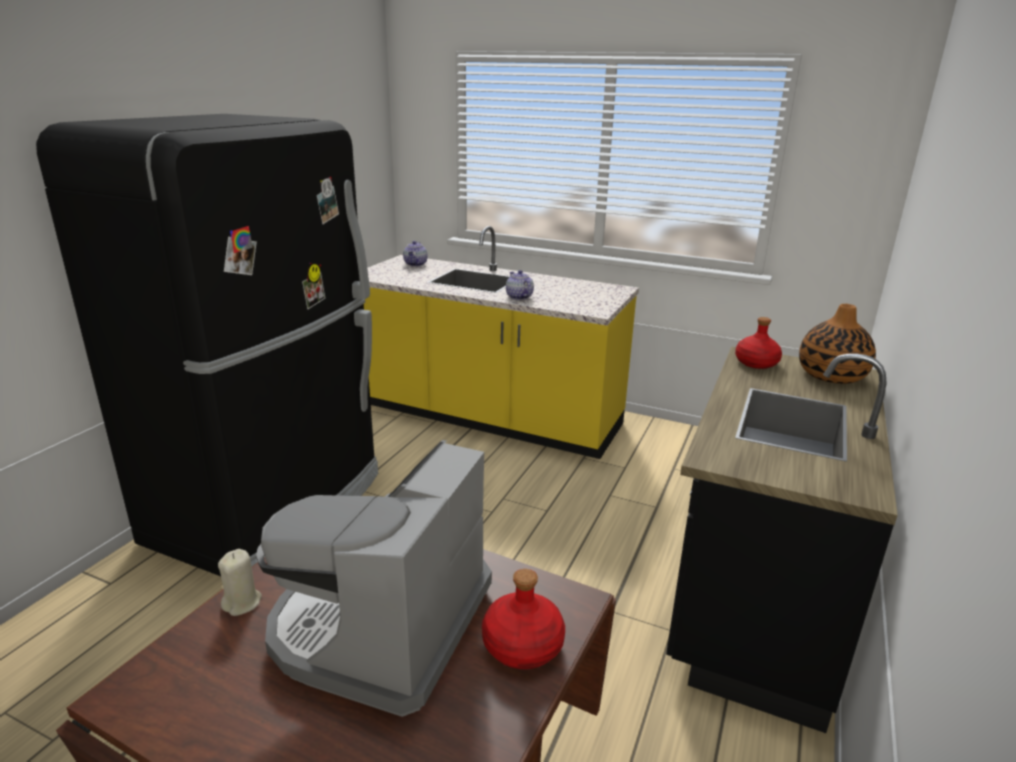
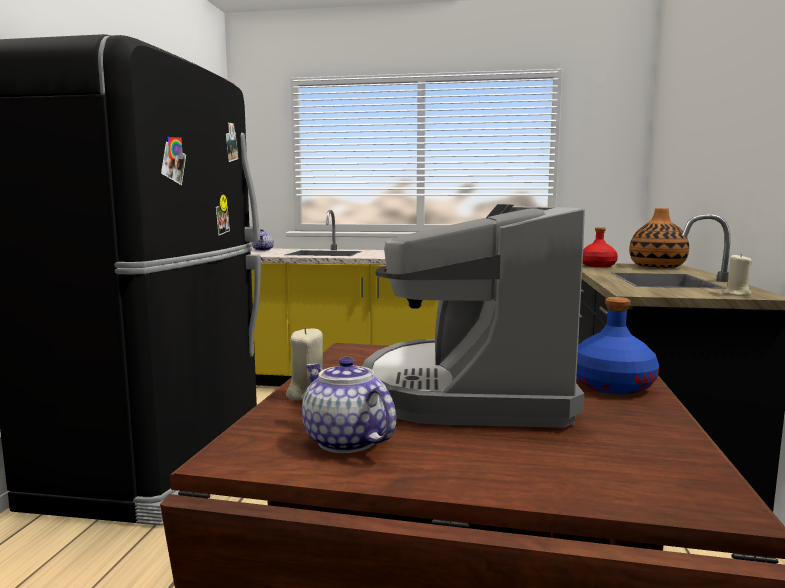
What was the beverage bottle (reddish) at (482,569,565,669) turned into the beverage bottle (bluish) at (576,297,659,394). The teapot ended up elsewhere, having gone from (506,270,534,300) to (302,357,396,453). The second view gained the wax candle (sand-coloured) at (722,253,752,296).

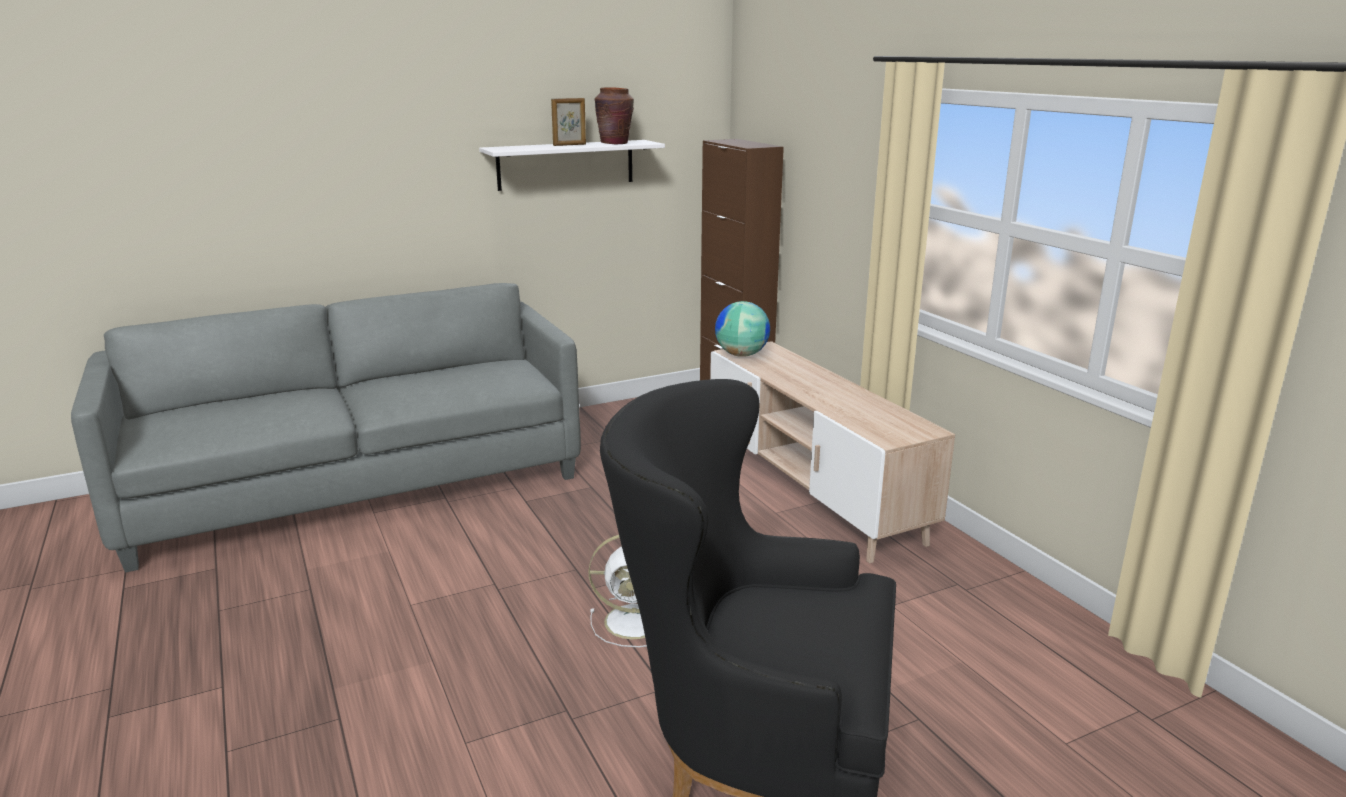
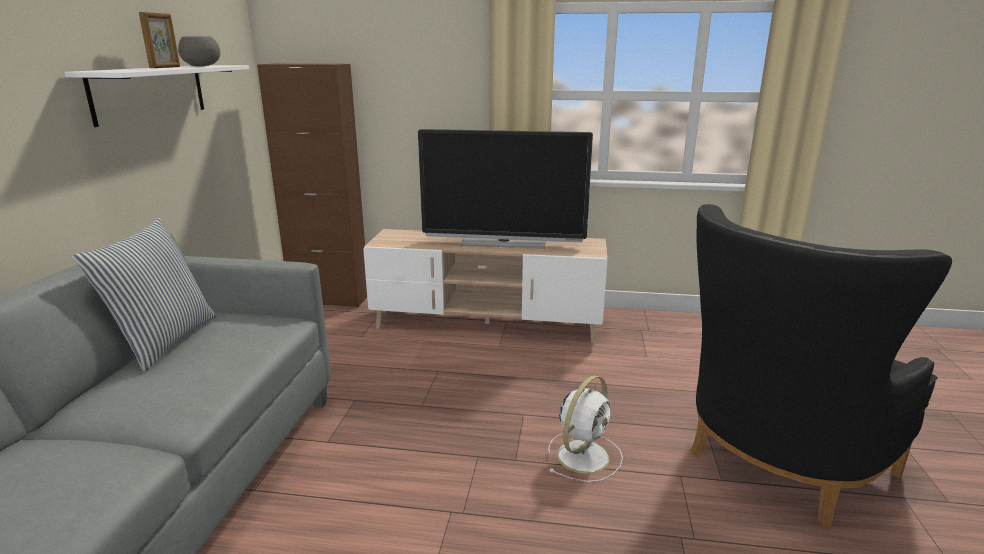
Where the decorative vase (brownish) stood at (595,88,634,144), the serving bowl (grey) came to stand at (178,36,220,66). The second view lost the desk globe at (715,301,770,357). The second view gained the throw pillow at (72,217,217,372). The second view gained the television at (418,129,593,249).

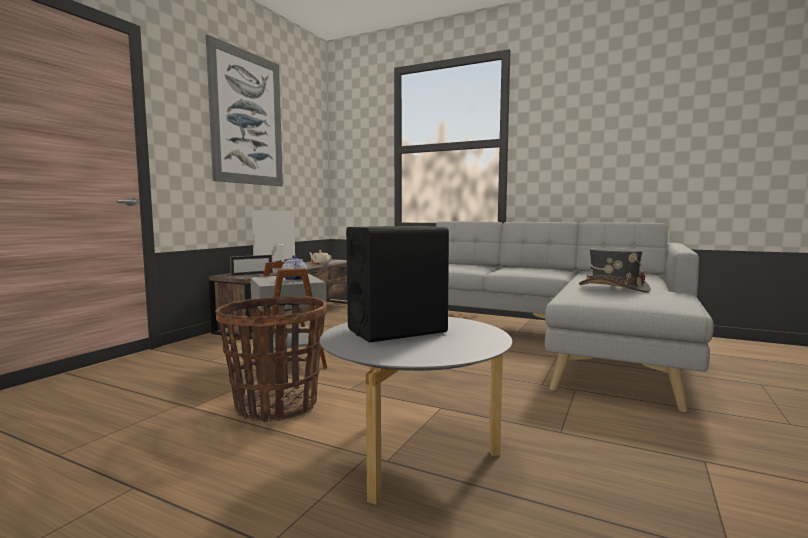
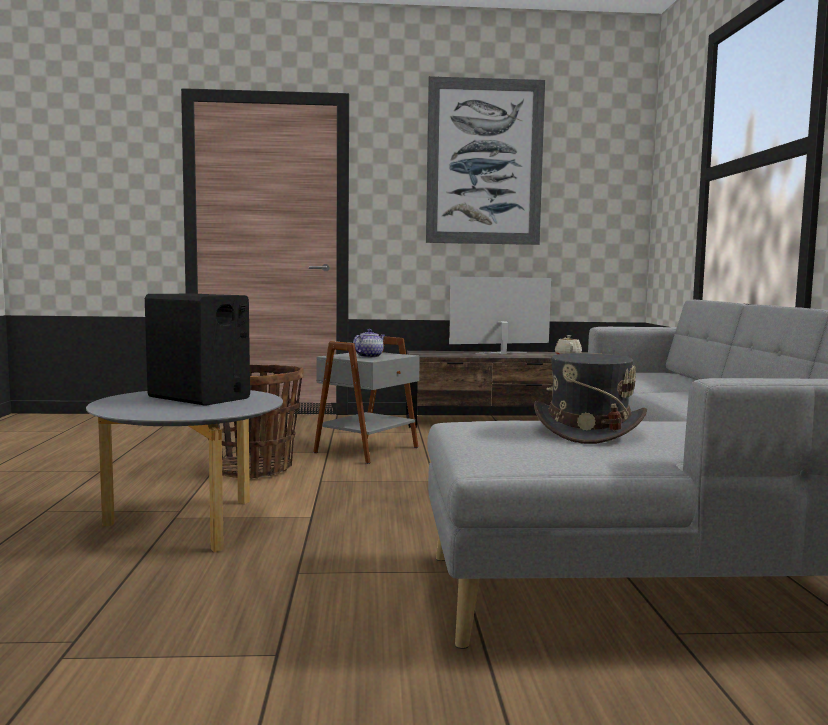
The second view lost the standing frame at (230,255,273,276).

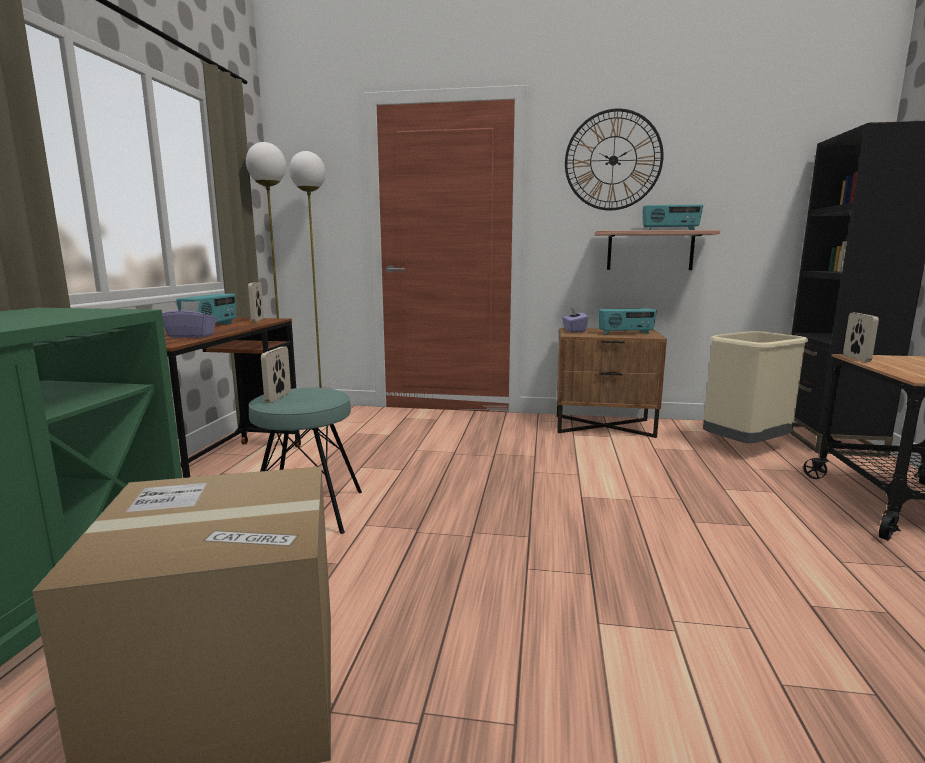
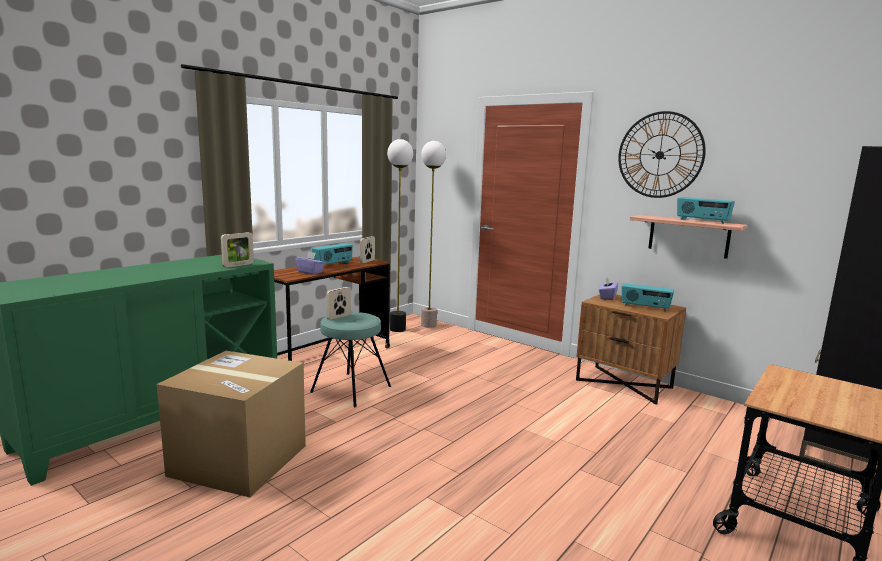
The second view lost the waste bin (sand-coloured) at (703,331,808,443). The standing frame ended up elsewhere, having gone from (843,313,879,362) to (221,232,254,268).

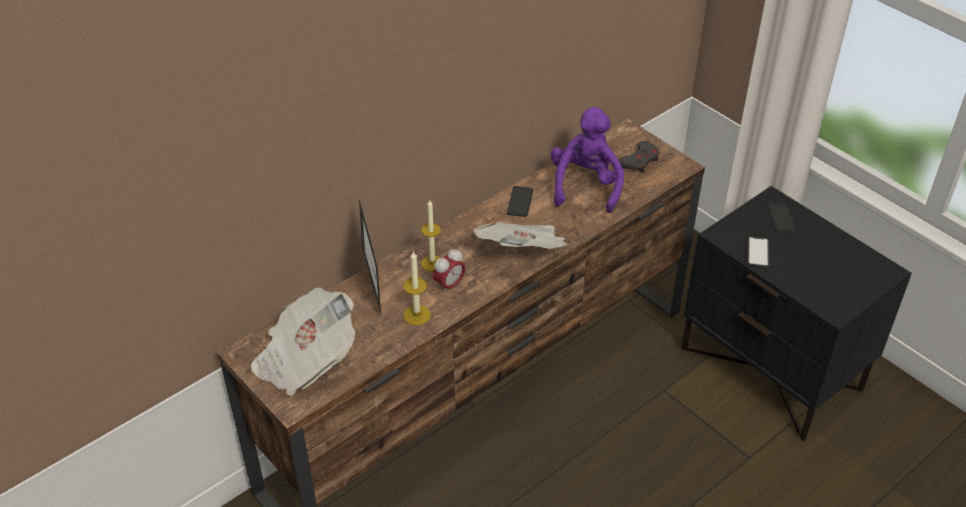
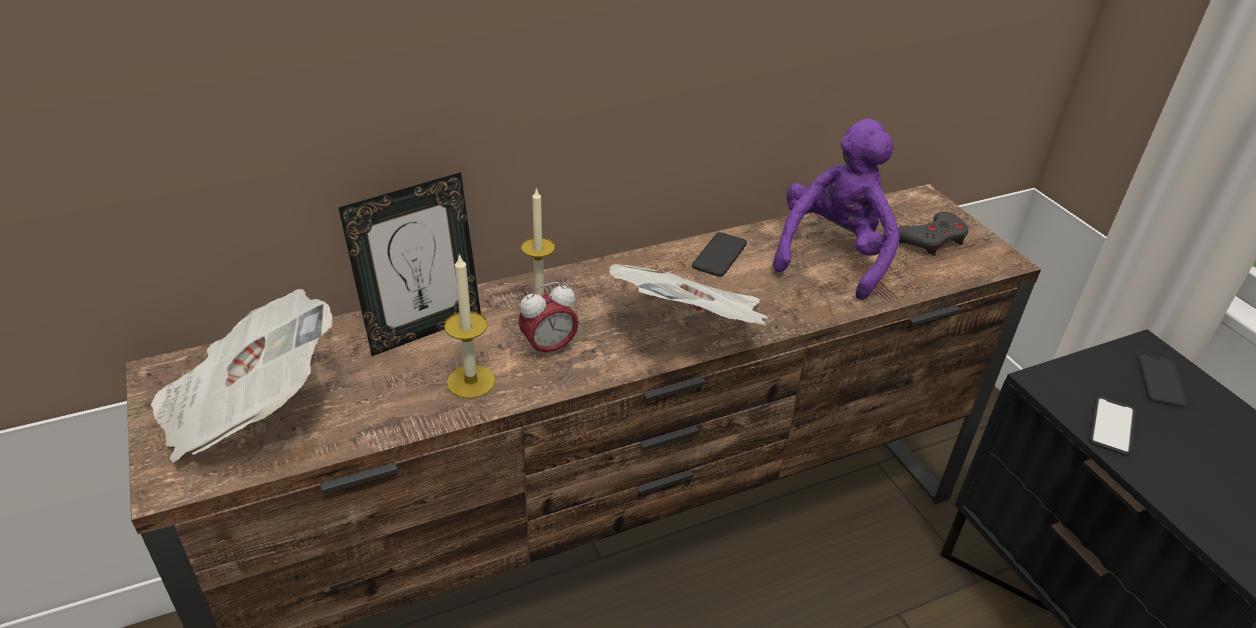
The standing frame at (359,200,381,315) ended up facing another way, 45 degrees clockwise from before.

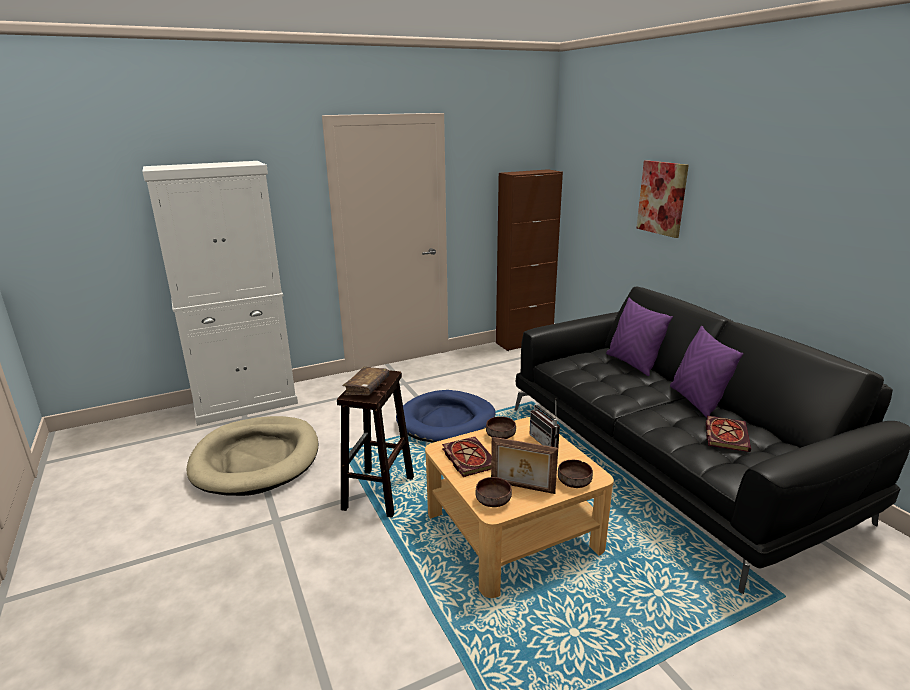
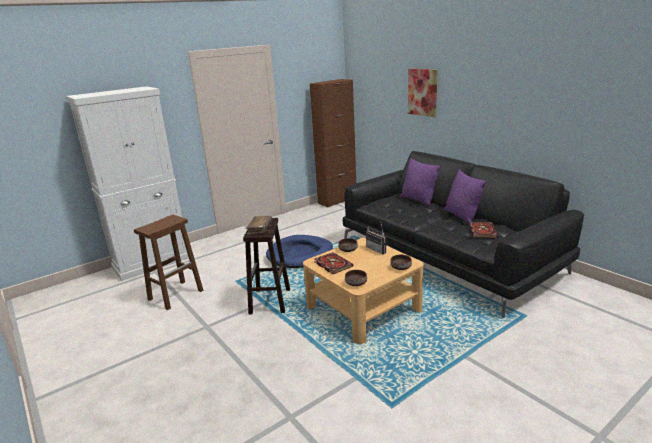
Where the dog cushion (sand-coloured) stood at (187,416,319,496), the sitting stool (brownish) came to stand at (134,215,203,310). The second view lost the standing frame at (491,437,558,494).

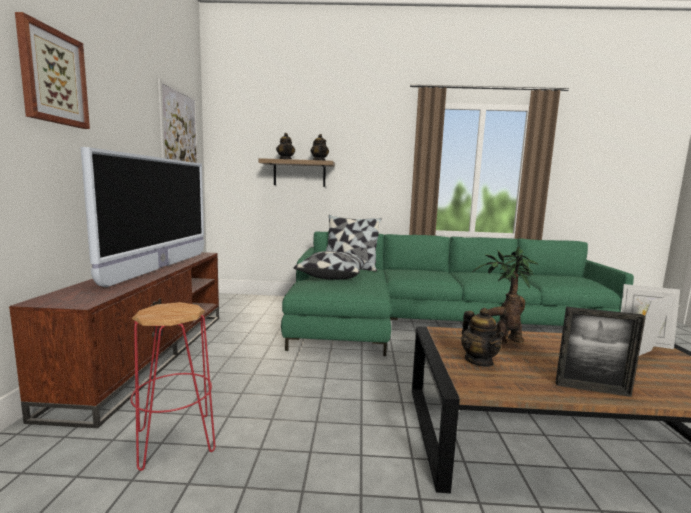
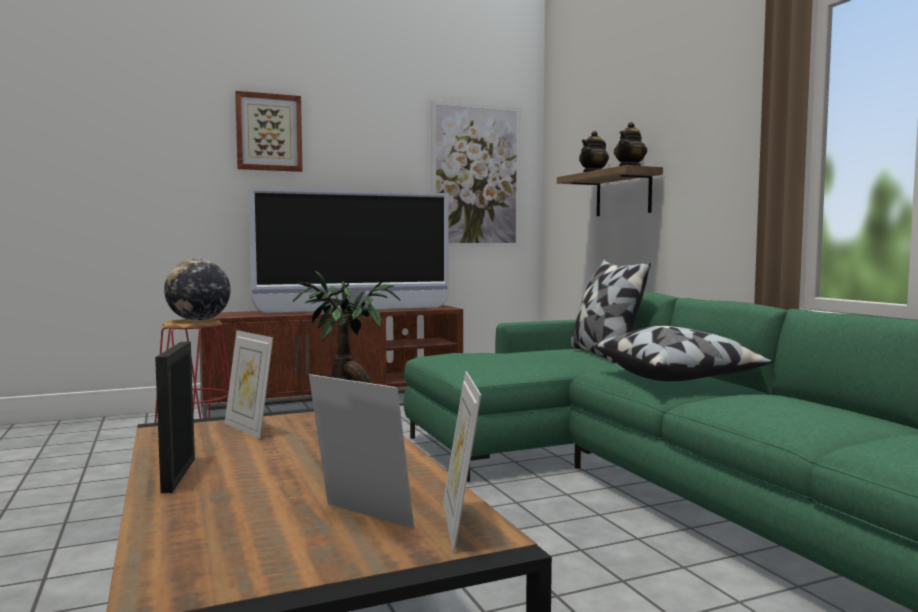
The throw pillow ended up elsewhere, having gone from (294,251,368,280) to (595,326,774,381). Where the teapot stood at (461,308,505,367), the standing frame came to stand at (225,330,273,439). The second view gained the desk globe at (164,259,230,321).

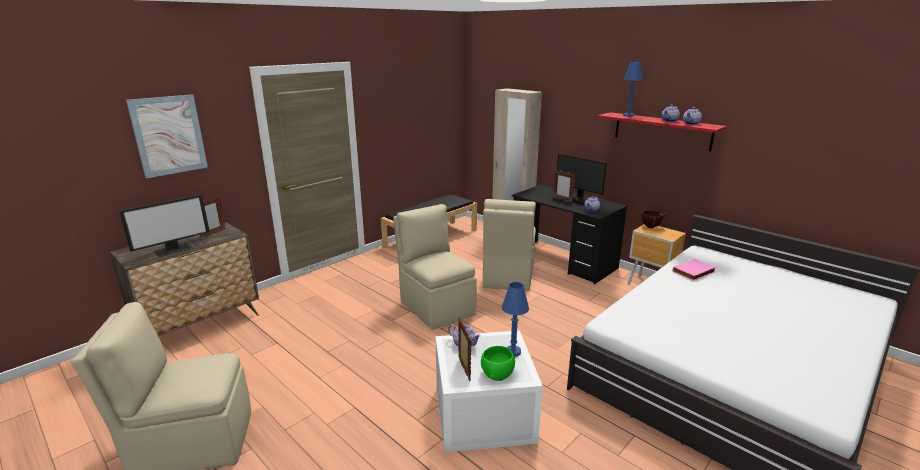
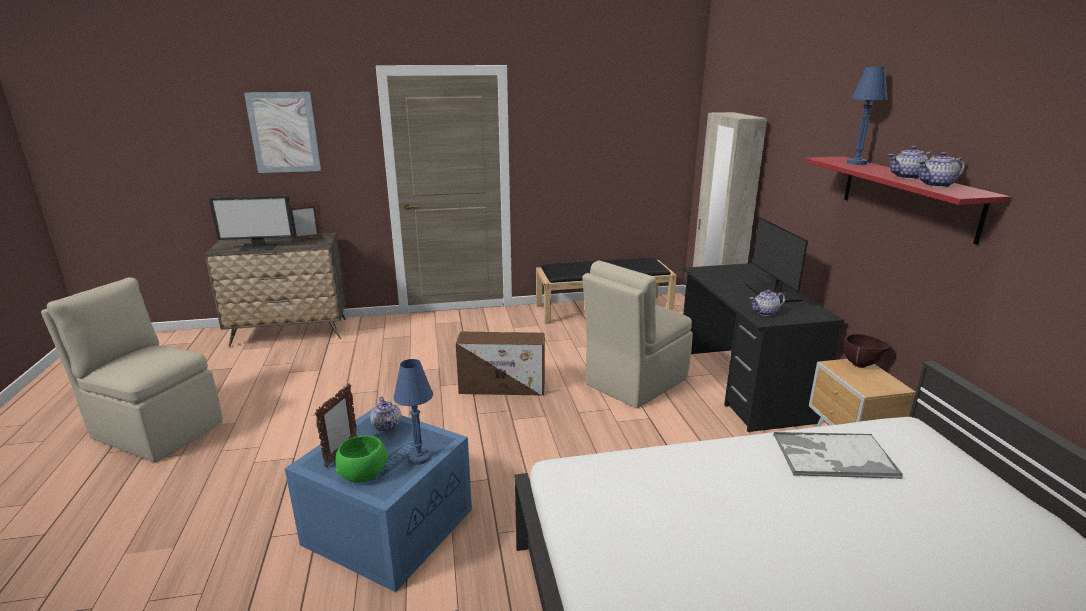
Where the chair (sand-coloured) stood at (393,204,477,330), the storage box (brownish) came to stand at (456,332,545,395). What was the storage box (white) at (435,330,543,453) turned into the storage box (bluish) at (285,409,472,592). The second view lost the standing frame at (553,170,575,203). Where the volume (pink) stood at (672,259,716,281), the carrying tray came to stand at (773,432,903,479).

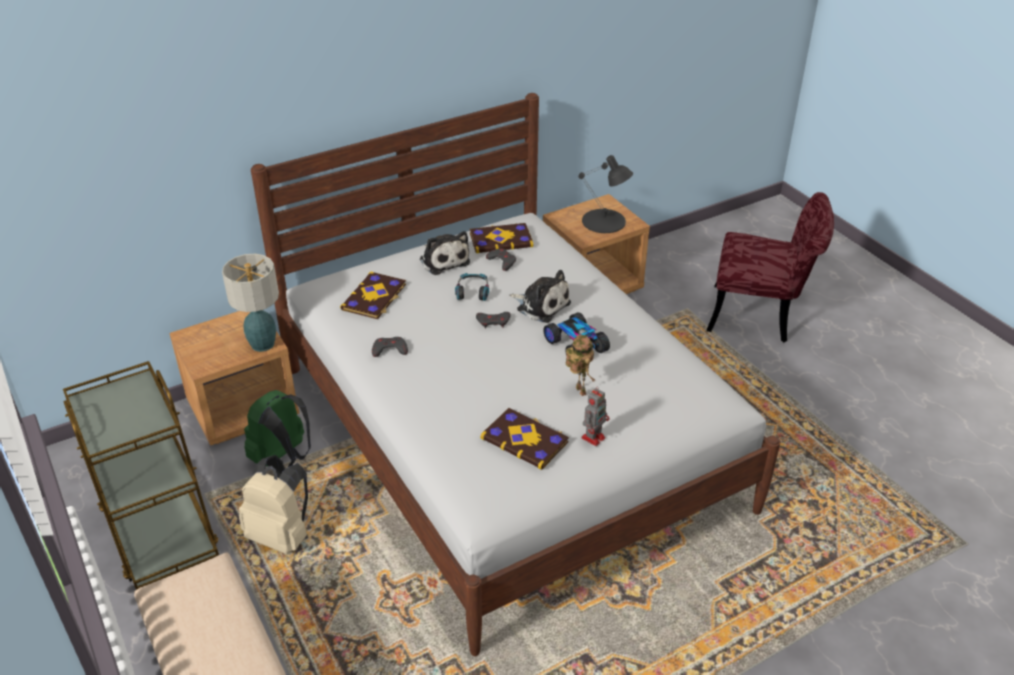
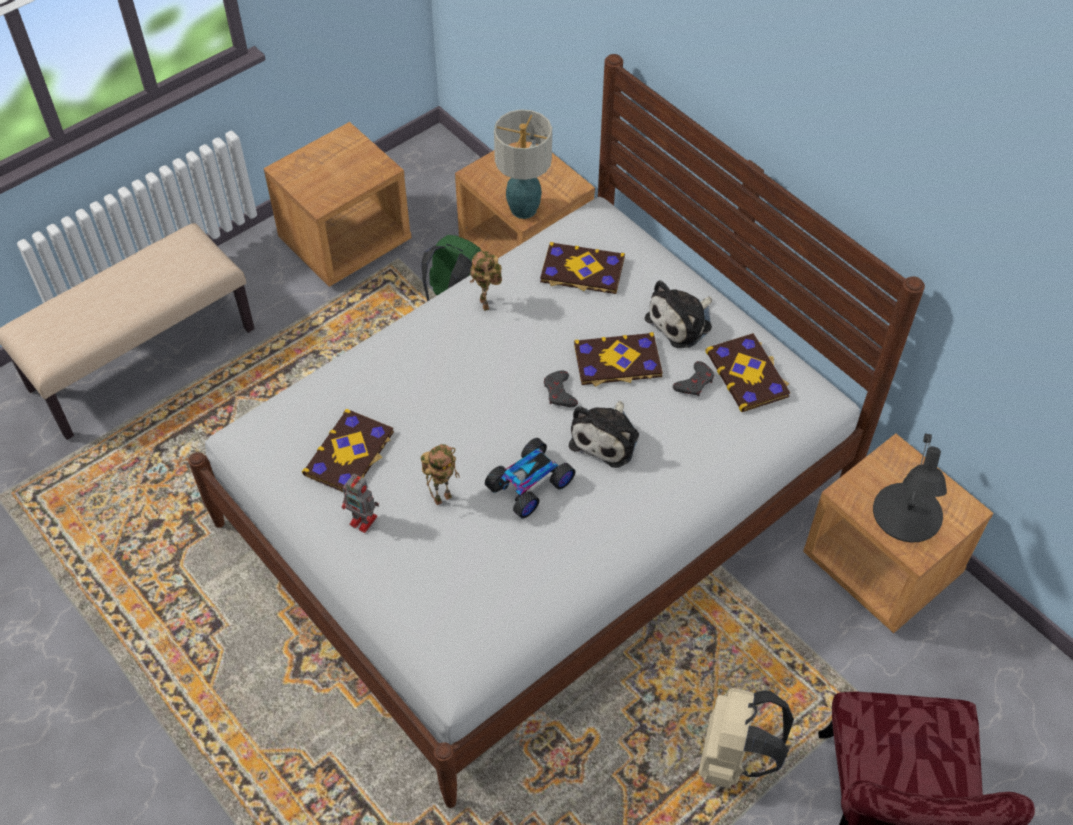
Where the cart (brownish) stood at (63,361,219,590), the nightstand (brownish) came to stand at (264,122,412,287). The knapsack (sand-coloured) ended up elsewhere, having gone from (239,455,308,554) to (698,688,794,789). Where the gamepad (grey) stood at (372,337,408,357), the robot figure came to stand at (470,251,502,311). Where the headphones stood at (455,273,489,301), the volume came to stand at (574,332,663,387).

